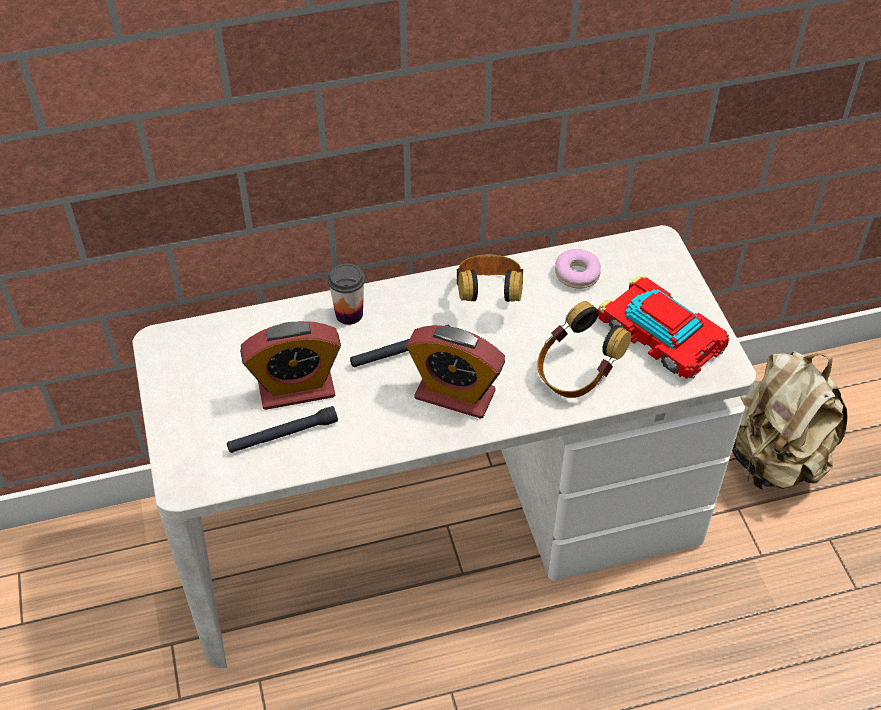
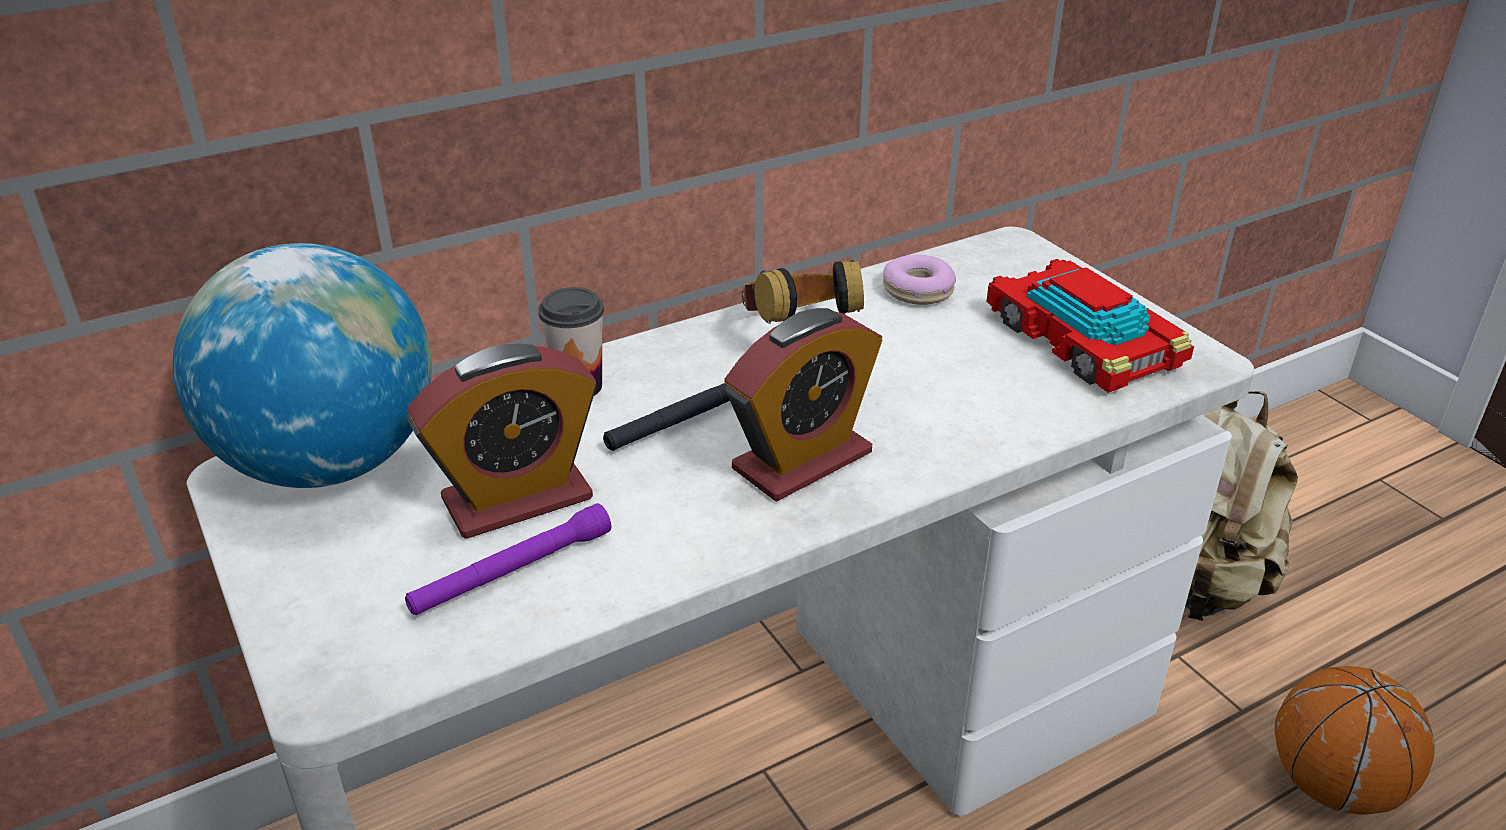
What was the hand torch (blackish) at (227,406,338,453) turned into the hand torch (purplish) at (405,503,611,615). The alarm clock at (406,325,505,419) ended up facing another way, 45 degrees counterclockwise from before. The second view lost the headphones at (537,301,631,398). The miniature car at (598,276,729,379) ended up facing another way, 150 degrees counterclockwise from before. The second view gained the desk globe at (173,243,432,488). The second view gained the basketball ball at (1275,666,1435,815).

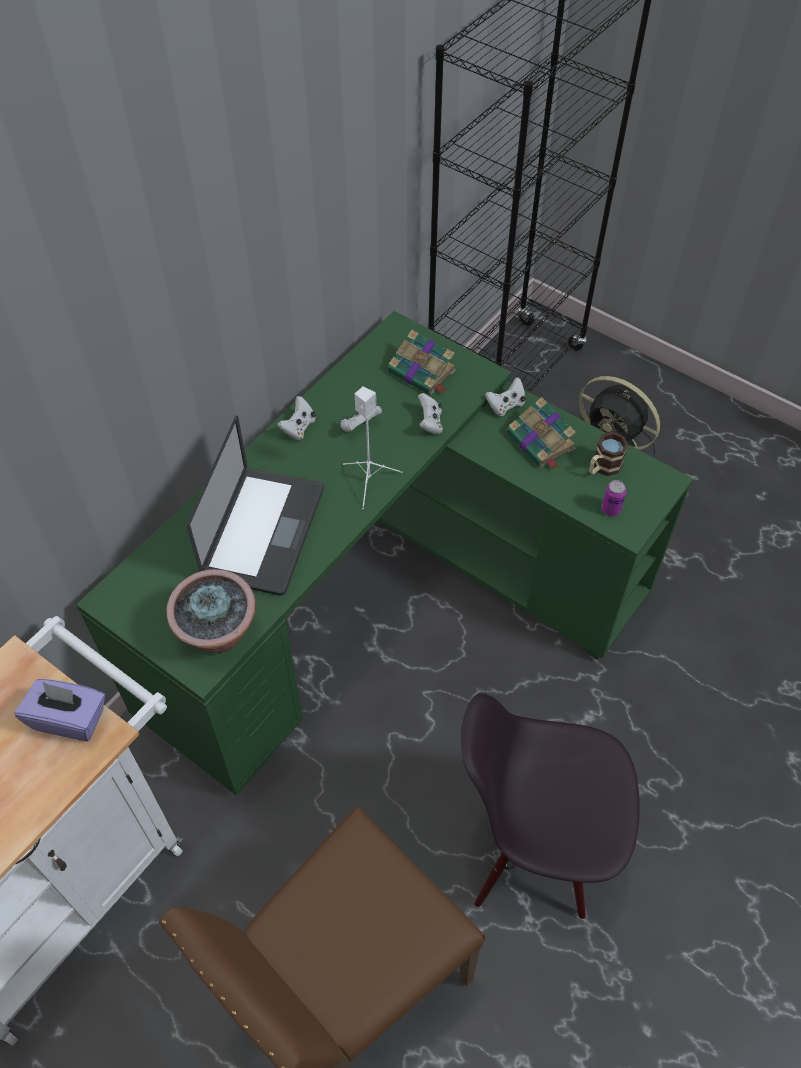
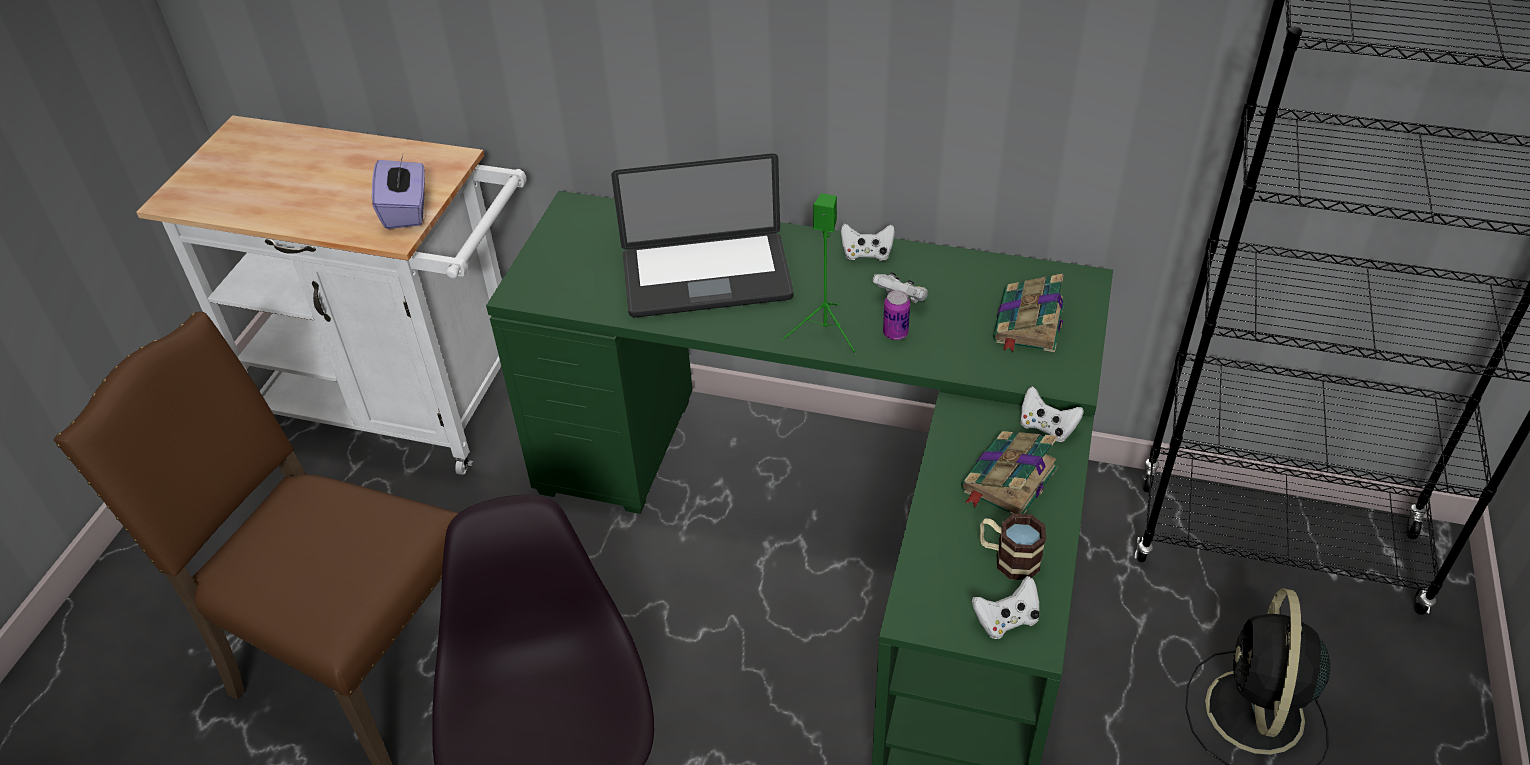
The second view lost the plant in a pot at (166,569,256,653). What was the loudspeaker (white) at (343,386,402,509) turned into the loudspeaker (green) at (781,193,857,356). The gamepad (white) ended up elsewhere, having gone from (418,393,443,434) to (971,576,1040,639). The sealed can ended up elsewhere, having gone from (601,480,627,516) to (883,290,910,340).

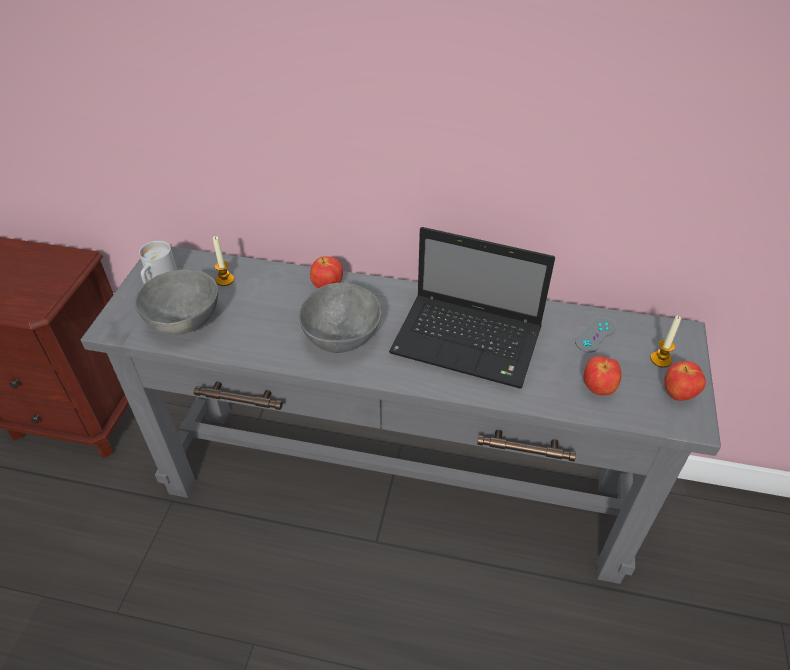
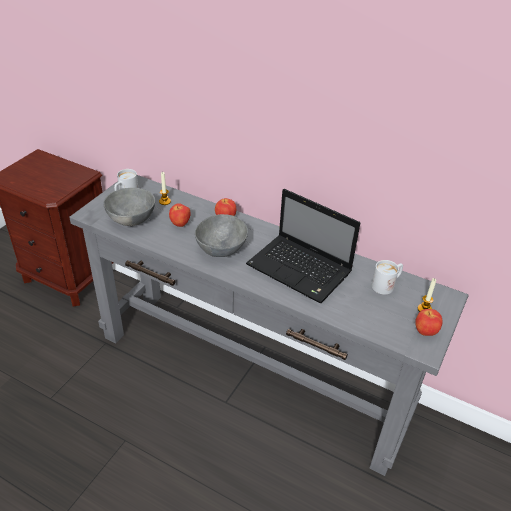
Where the gamepad (grey) stood at (575,319,615,353), the mug (white) came to stand at (371,260,403,295). The apple fruit ended up elsewhere, having gone from (584,356,621,395) to (169,203,190,227).

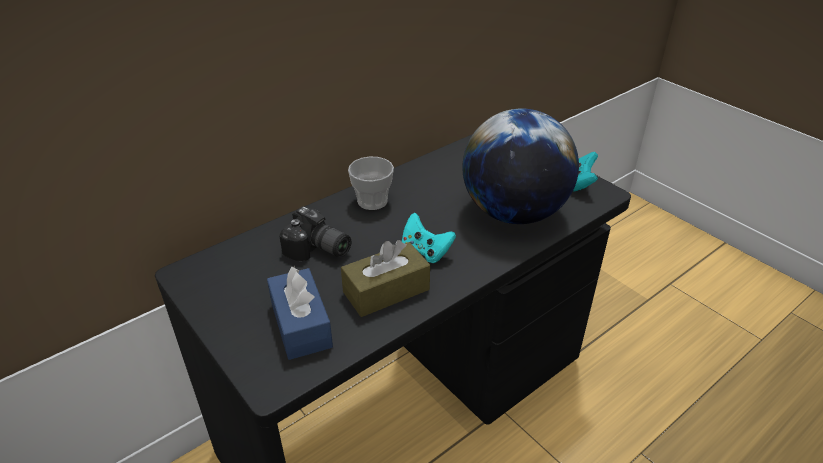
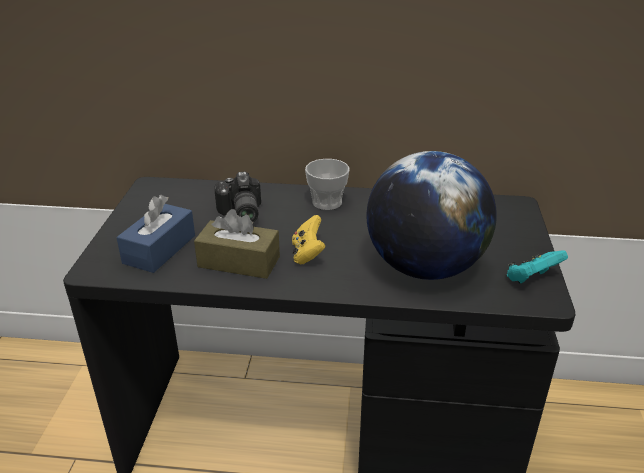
What was the gamepad (turquoise) at (402,213,456,263) turned into the gamepad (yellow) at (292,215,326,264).

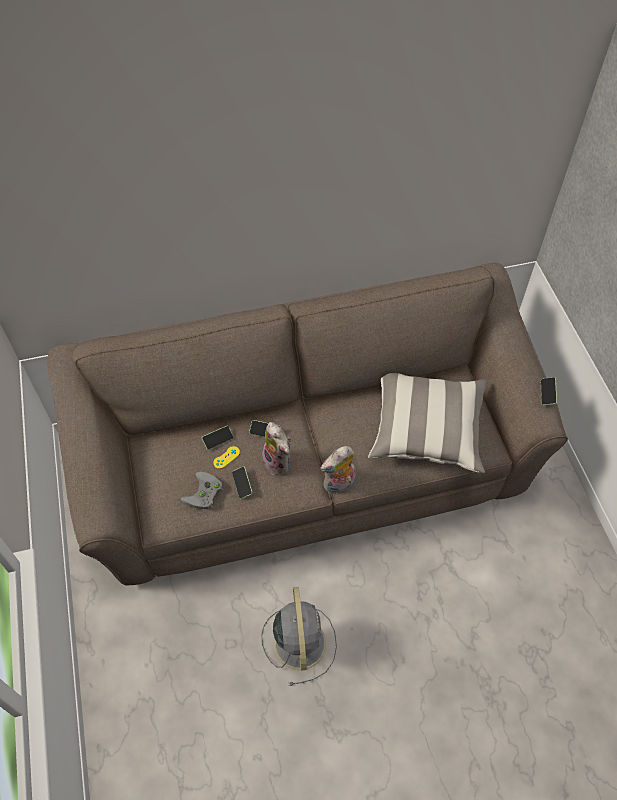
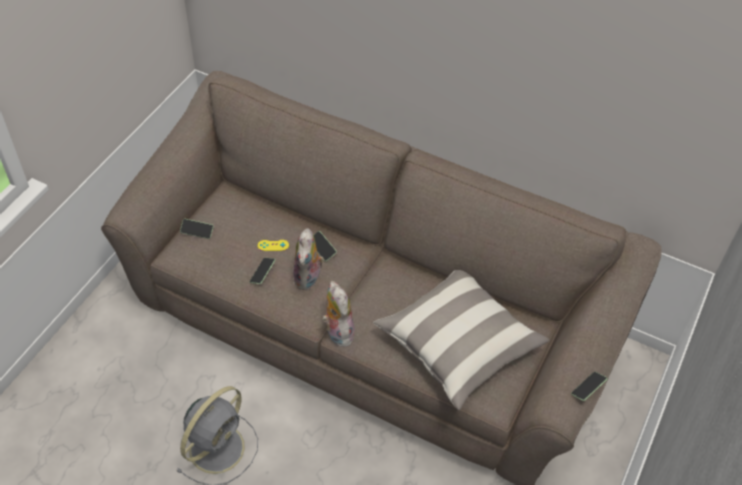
The second view lost the gamepad (grey) at (181,472,223,509). The handset ended up elsewhere, having gone from (202,426,234,450) to (180,219,213,239). The soft toy at (320,446,355,494) ended up facing another way, 60 degrees clockwise from before.

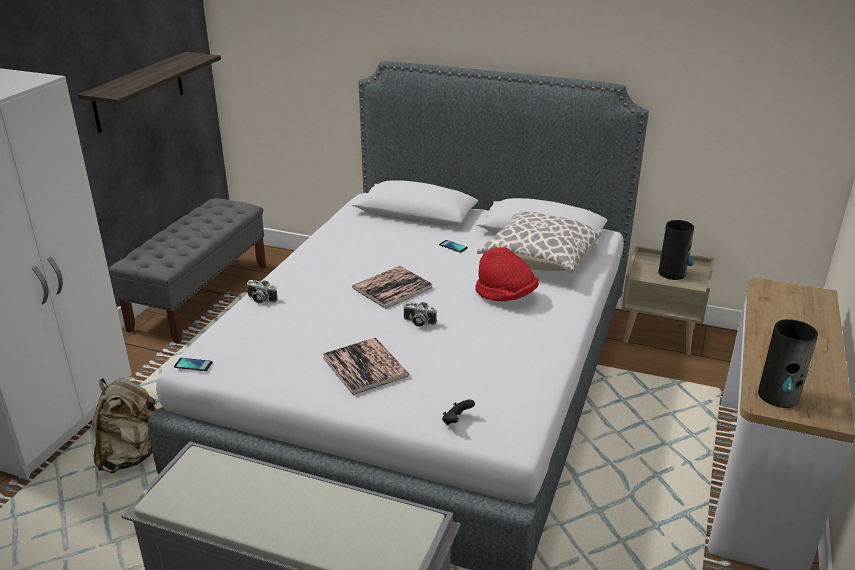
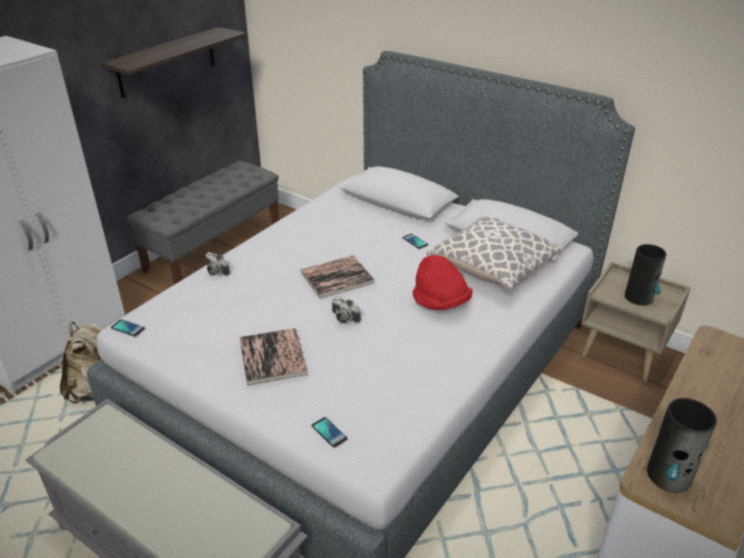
Where the gamepad (blackish) stood at (442,400,475,425), the handset came to stand at (312,417,348,447).

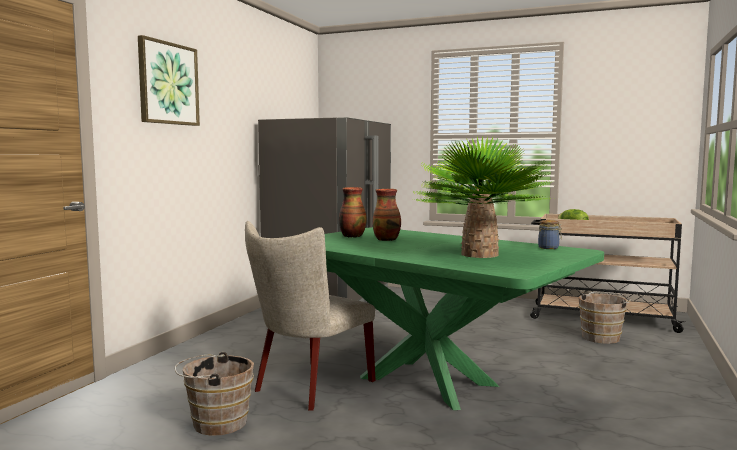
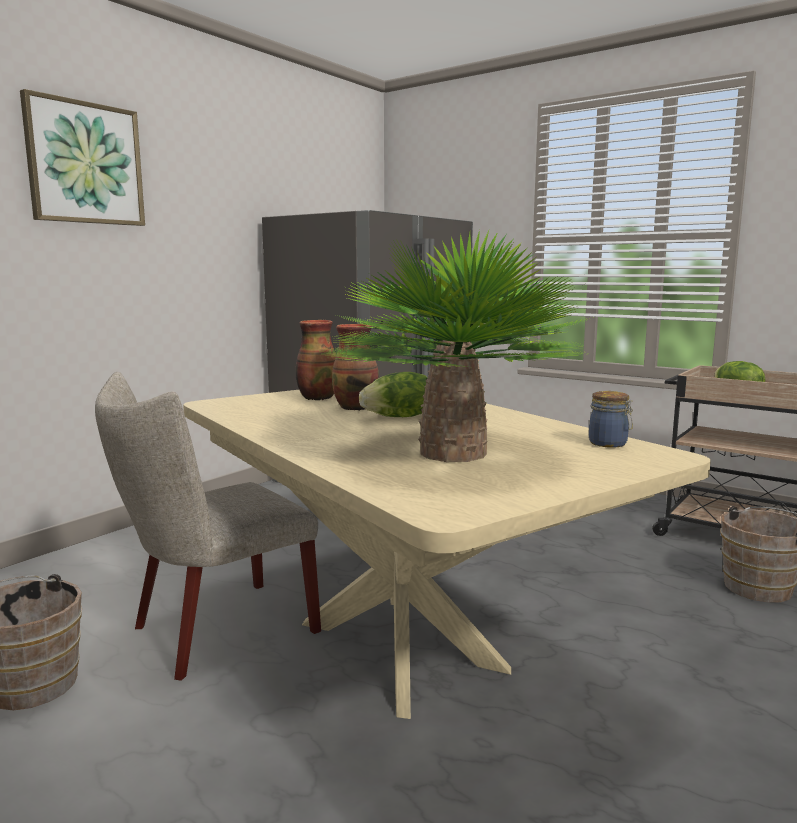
What was the dining table (green) at (325,227,604,410) turned into the dining table (sand-coloured) at (183,390,711,719). The second view gained the head of lettuce at (359,372,428,417).

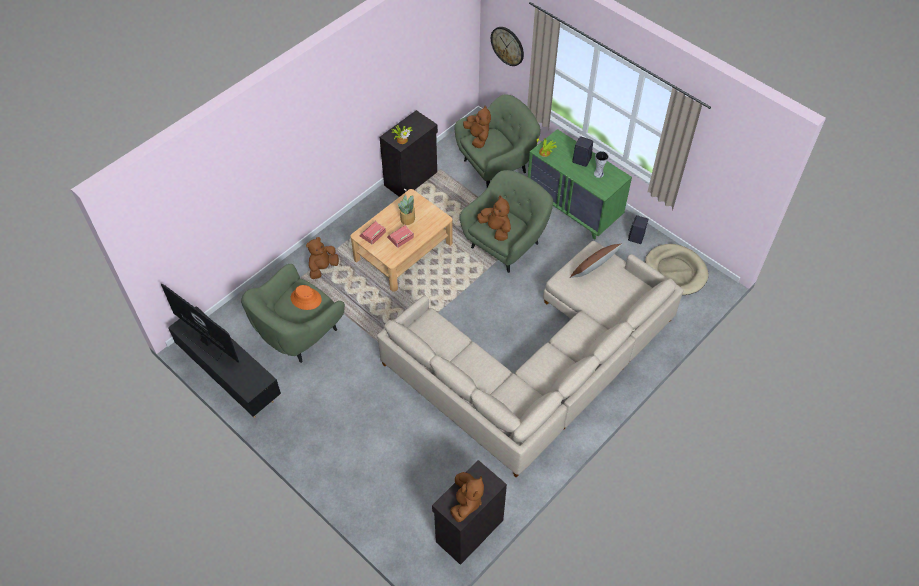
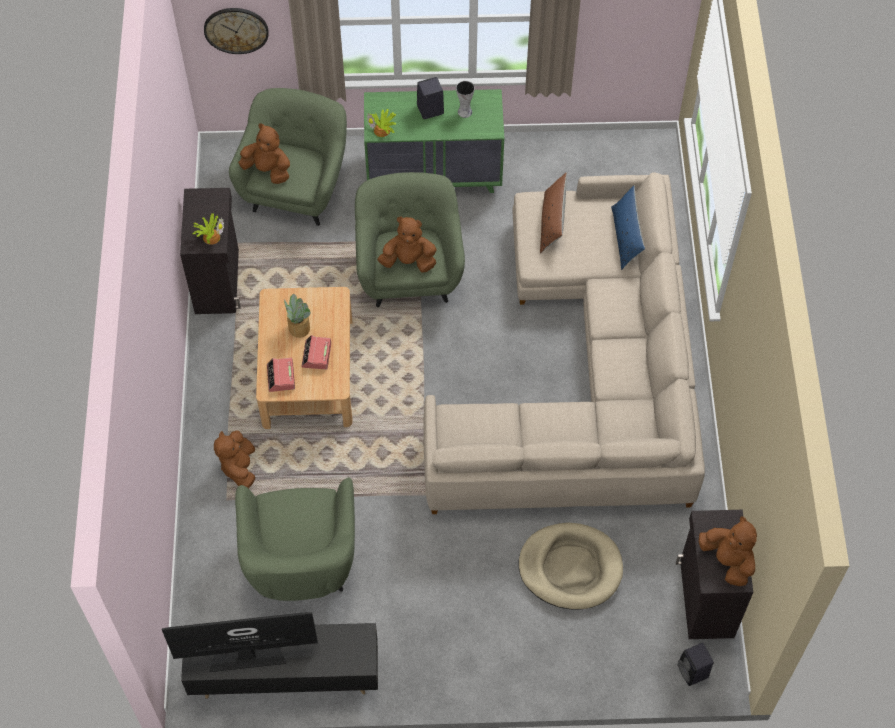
The second view lost the wearable hat (orangey) at (291,285,322,310). The loudspeaker (blackish) ended up elsewhere, having gone from (628,215,648,244) to (678,643,714,686). The dog cushion (sand-coloured) ended up elsewhere, having gone from (645,244,709,295) to (519,523,623,610). The second view gained the throw pillow (bluish) at (611,186,645,270).

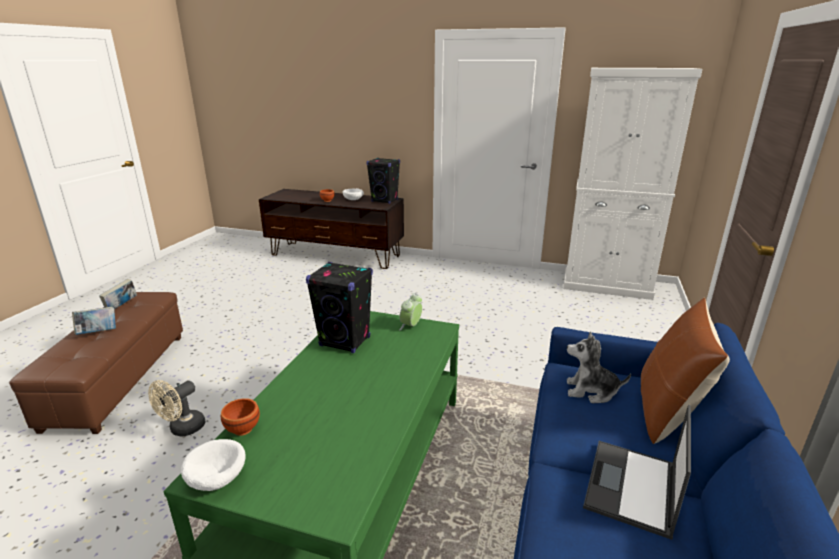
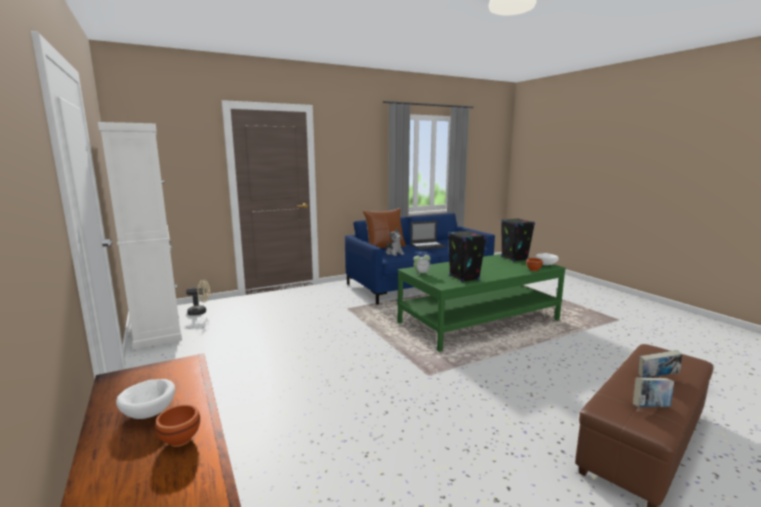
The cooling fan (sand-coloured) ended up elsewhere, having gone from (148,380,205,437) to (186,279,210,316). The loudspeaker (blackish) ended up elsewhere, having gone from (367,158,400,204) to (501,218,535,262).

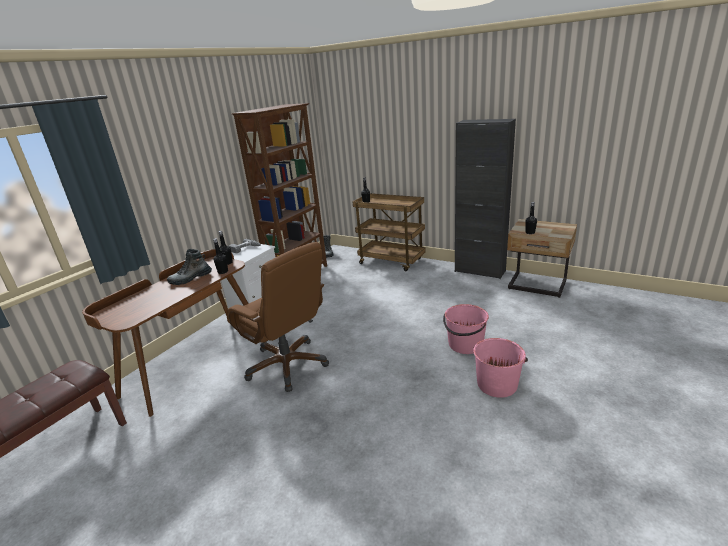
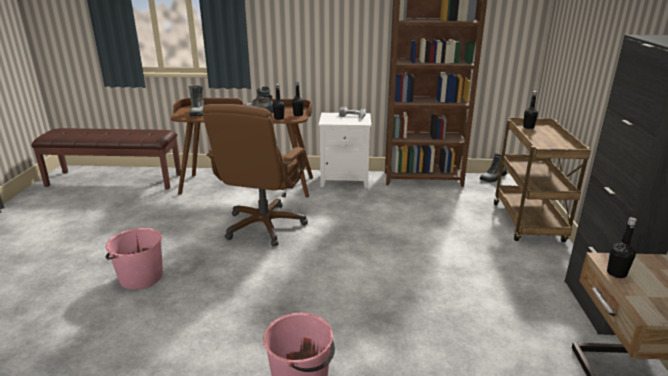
The bucket (pink) ended up elsewhere, having gone from (443,304,489,354) to (106,228,163,290). The second view gained the boot at (188,85,205,117).

